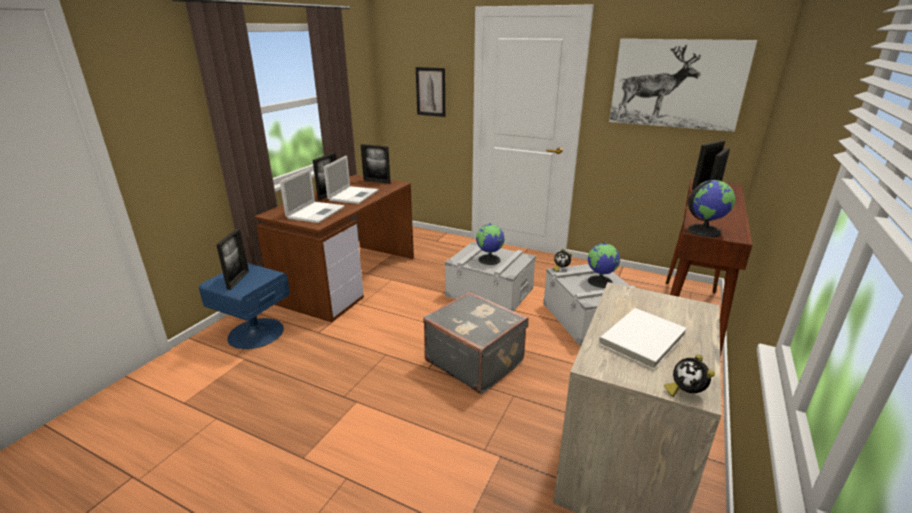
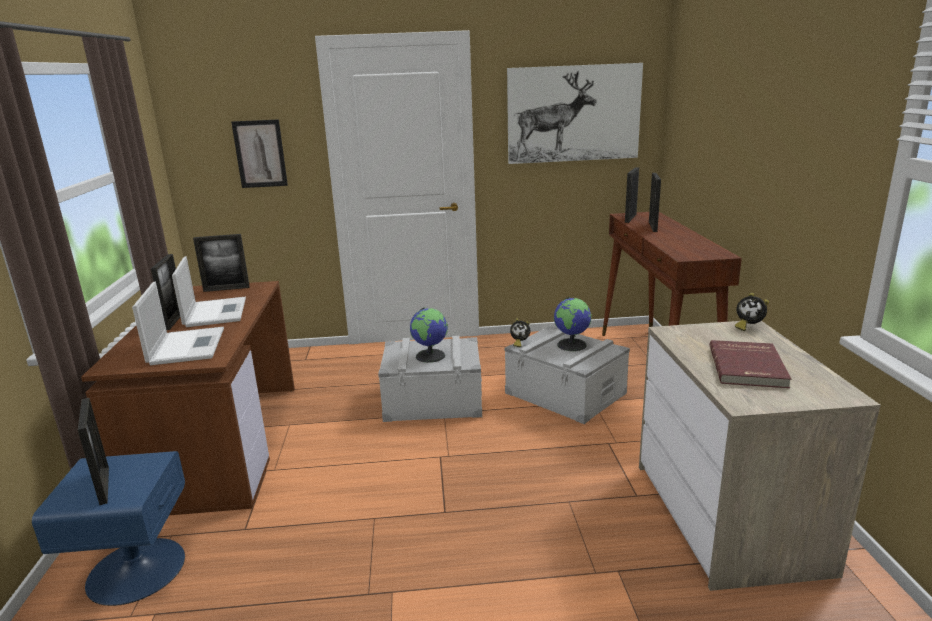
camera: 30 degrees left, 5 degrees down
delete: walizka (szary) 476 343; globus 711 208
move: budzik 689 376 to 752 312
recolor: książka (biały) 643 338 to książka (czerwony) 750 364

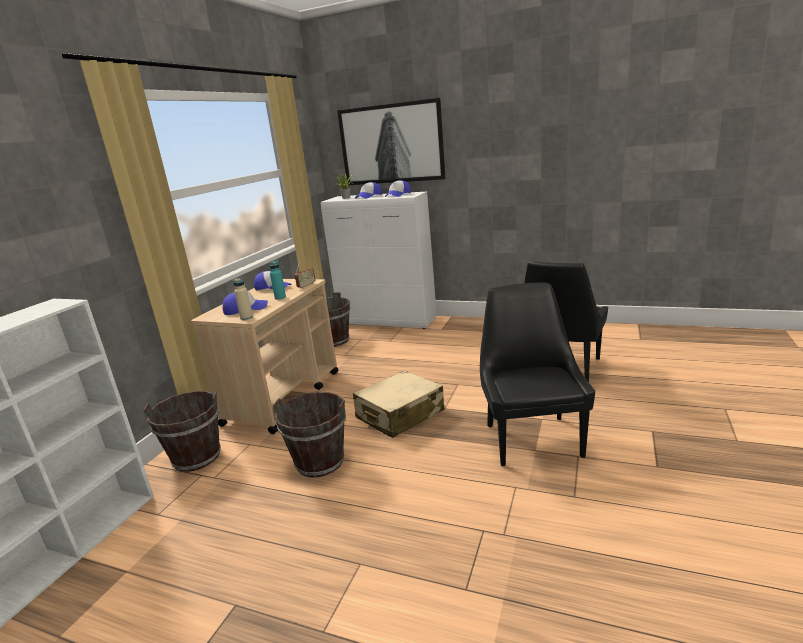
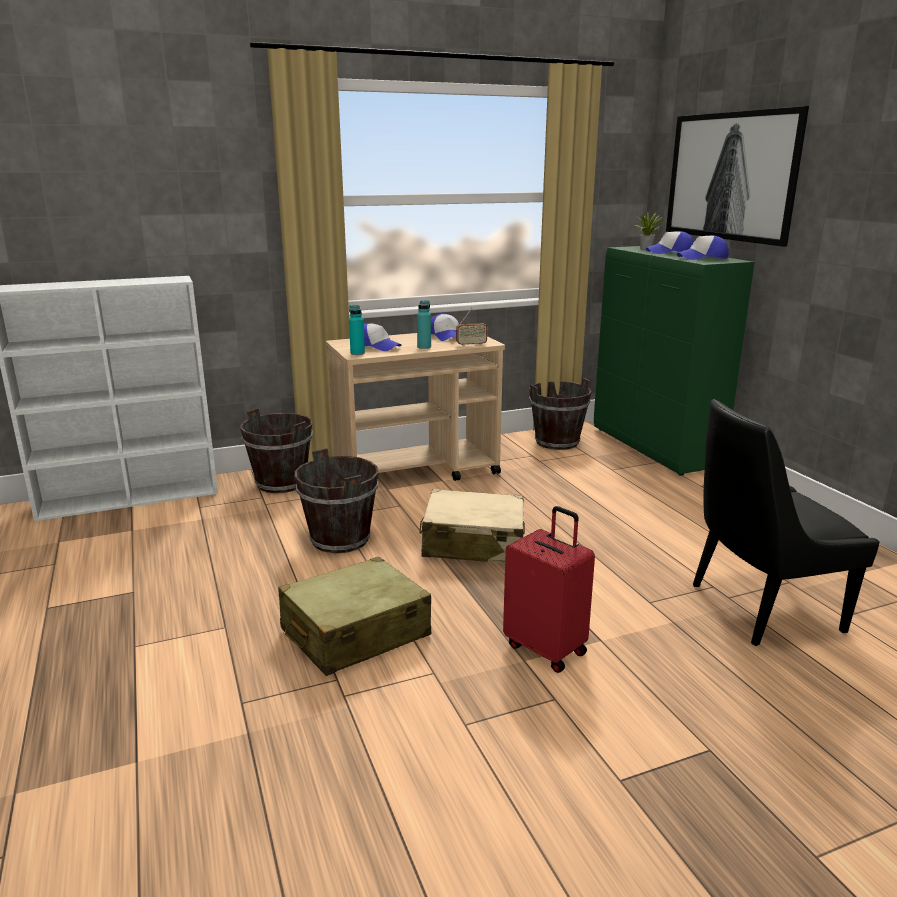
camera: 45 degrees right, 0 degrees up
insert: walizka (beżowy) 354 616
replace: krzesło (czarny) 537 374 to walizka (czerwony) 549 589
recolor: butelka (beżowy) 243 299 to butelka (turkusowy) 357 330; szafka (biały) 379 260 to szafka (zielony) 674 361

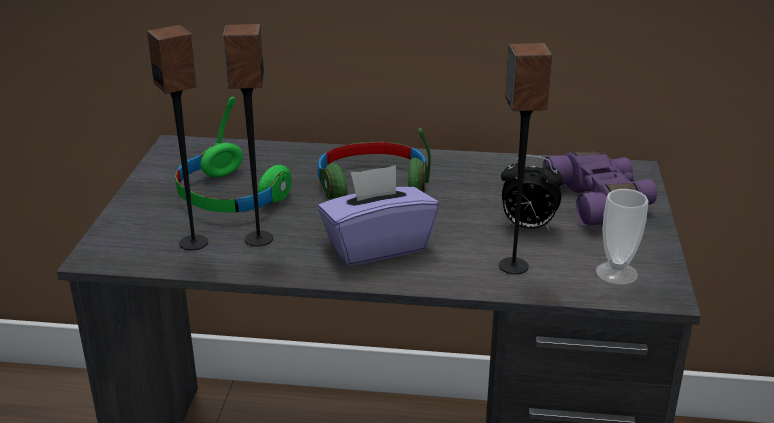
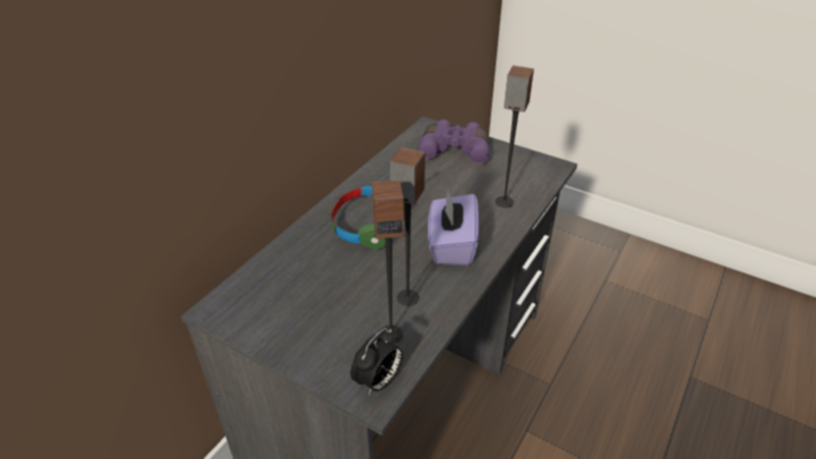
camera: 65 degrees left, 10 degrees up
delete: słuchawki (zielony) 233 155; filiżanka 622 237
move: budzik 532 193 to 376 361

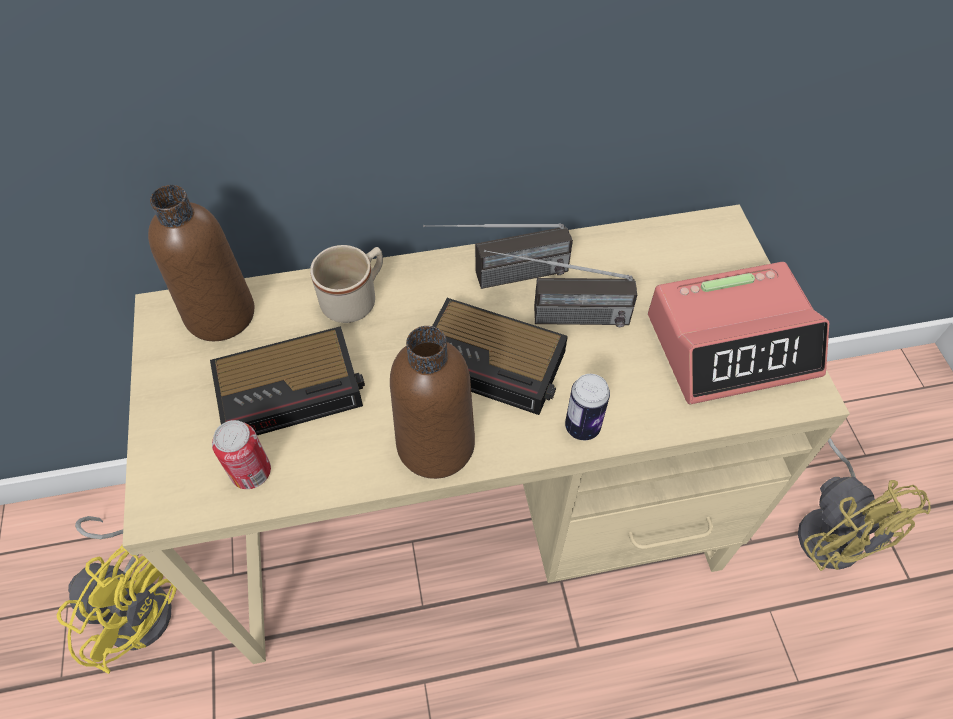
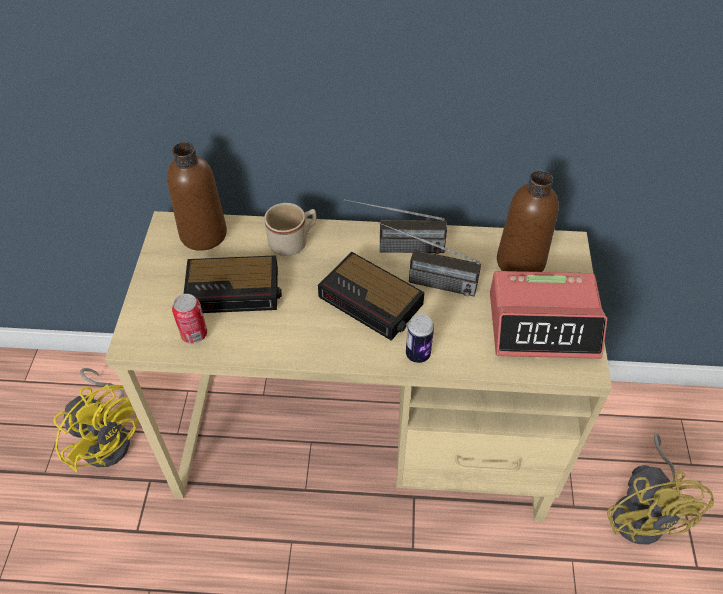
camera: 15 degrees right, 5 degrees down
move: butelka (brązowy) 432 402 to 528 221

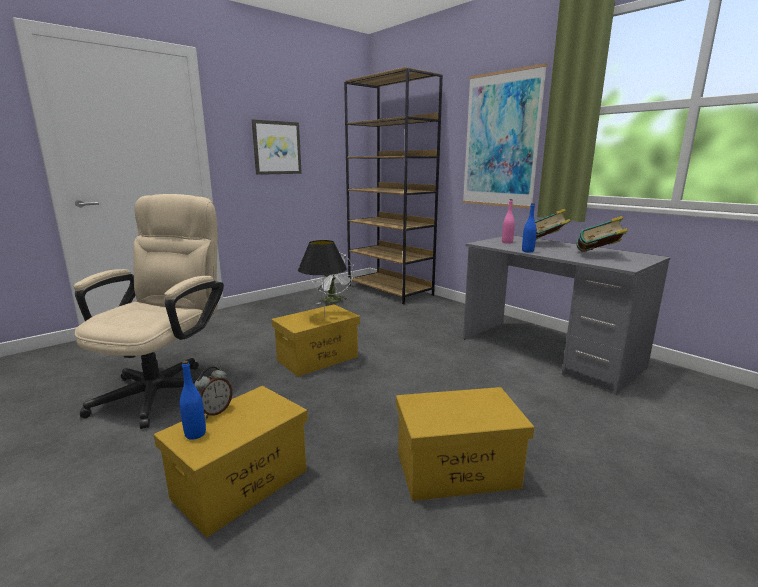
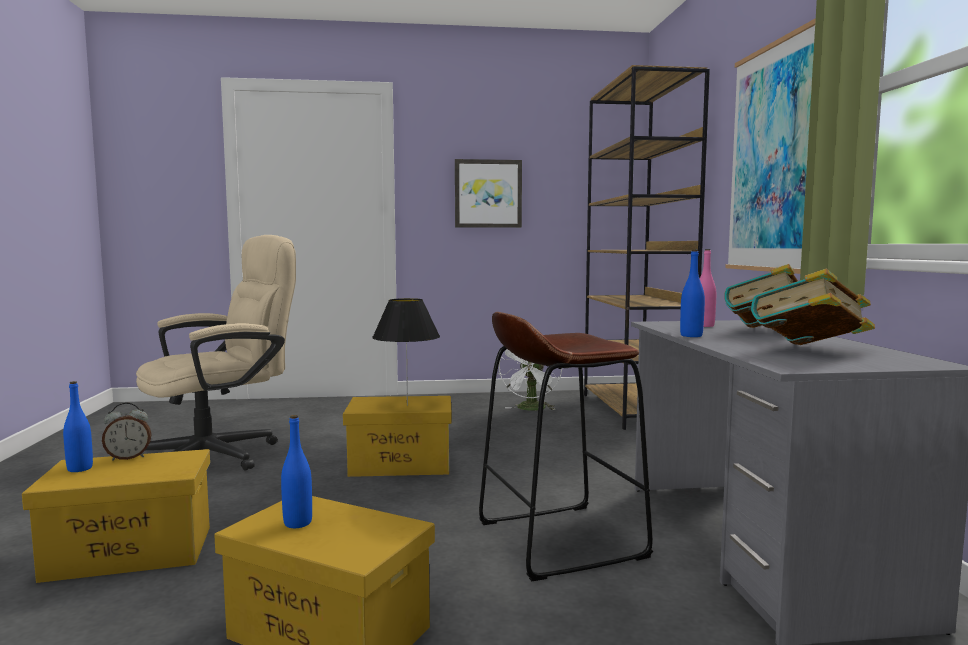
camera: 35 degrees right, 10 degrees down
insert: butelka (niebieski) 296 471; stołek (brązowy) 566 446

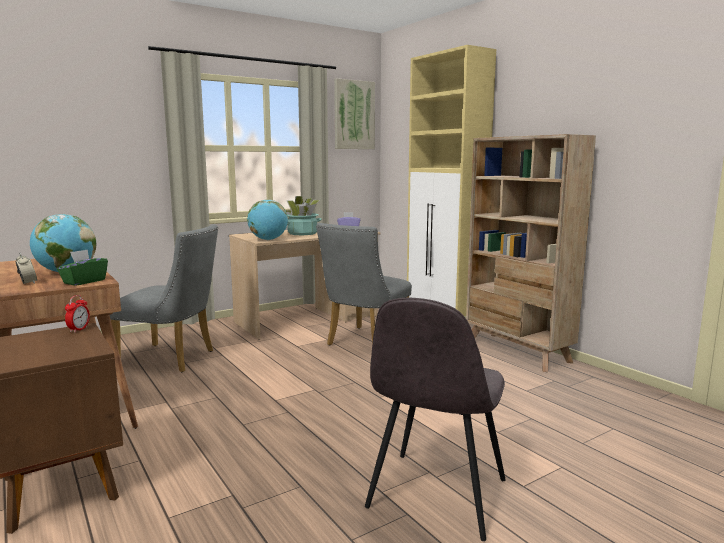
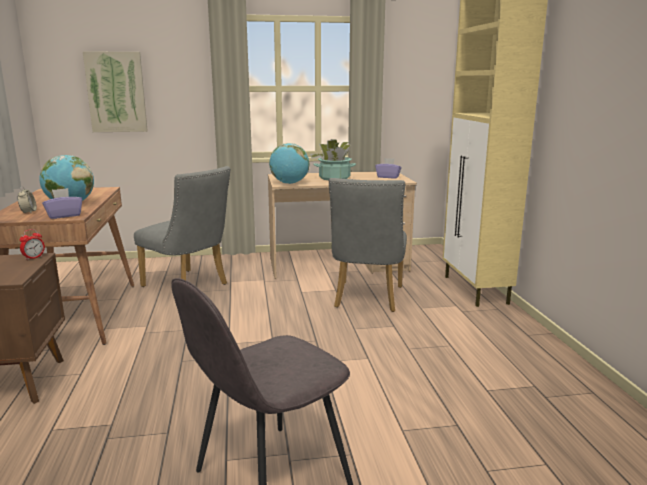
camera: 25 degrees right, 5 degrees up
delete: regał (beżowy) 531 253
move: obraz 354 113 to 115 91
recolor: pudełko chusteczek (zielony) 82 267 to pudełko chusteczek (fioletowy) 62 203
rotate: krzesło (szary) 364 284 = 368 245 45 degrees counterclockwise

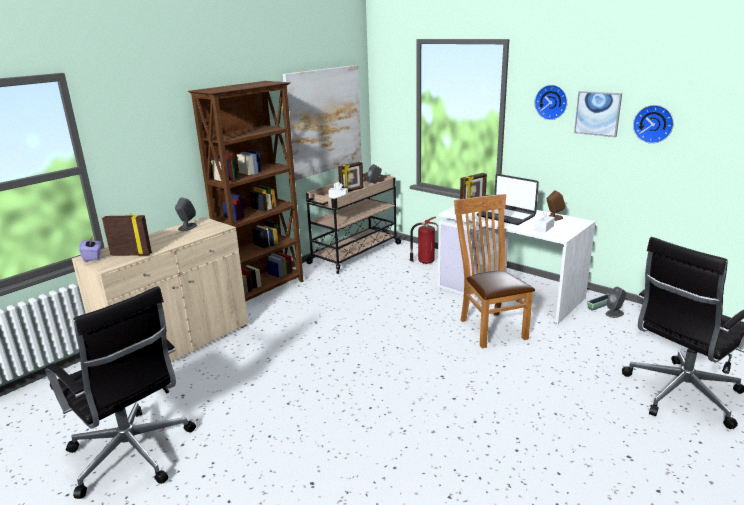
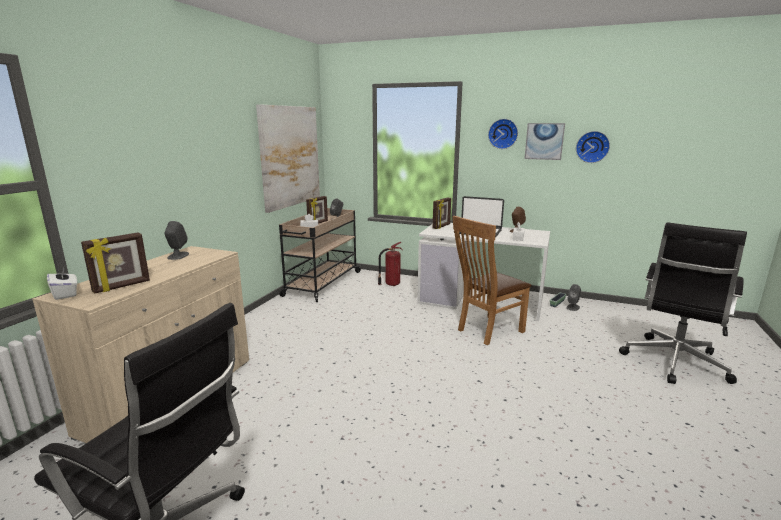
camera: 20 degrees left, 5 degrees down
delete: regał (brązowy) 245 191
recolor: pudełko chusteczek (fioletowy) 90 248 to pudełko chusteczek (biały) 62 282
rotate: ramka na zdjęcie 127 235 = 115 263 150 degrees clockwise; krzesło (brązowy) 494 271 = 492 280 90 degrees counterclockwise

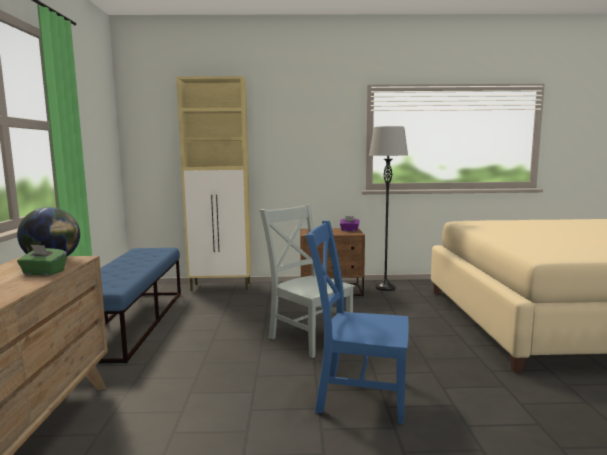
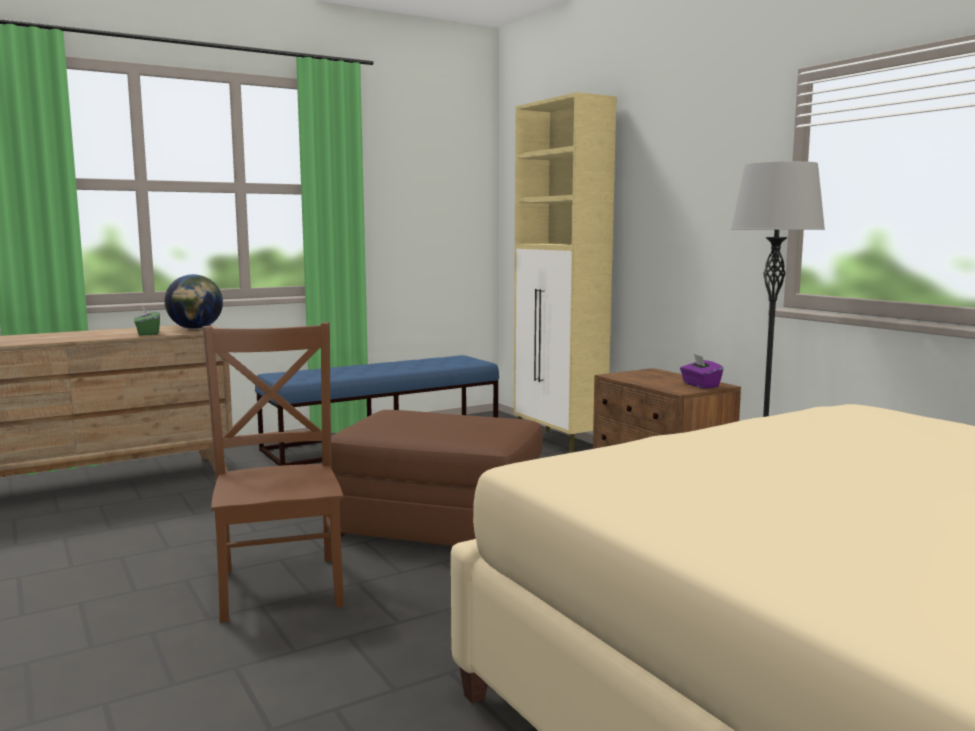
camera: 60 degrees right, 0 degrees up
replace: krzesło (szary) 307 281 to pufa (brązowy) 437 478
recolor: krzesło (niebieski) 357 322 to krzesło (brązowy) 273 472

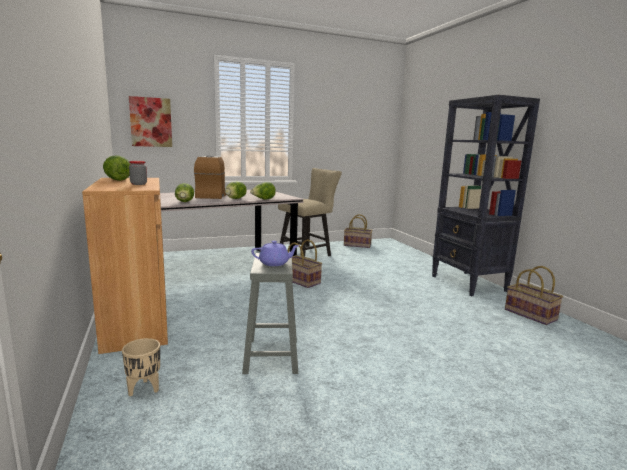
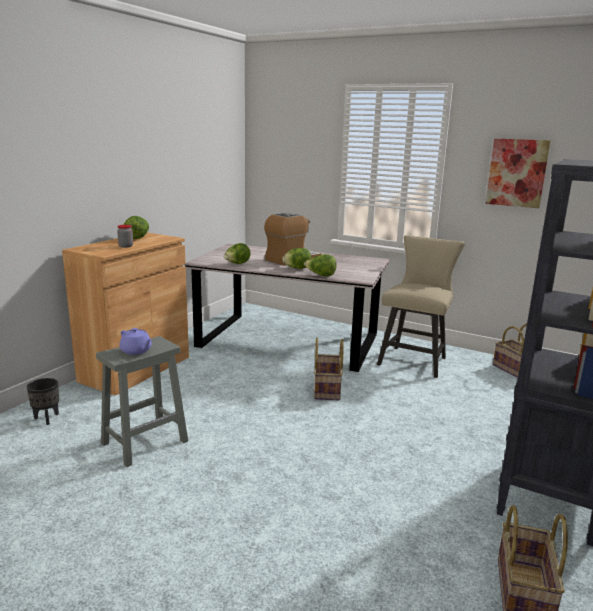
camera: 50 degrees right, 5 degrees up
move: obraz 150 121 to 518 173
recolor: donica (beżowy) 141 367 to donica (czarny) 43 401
rotate: krzesło (beżowy) 310 212 = 421 306 75 degrees counterclockwise

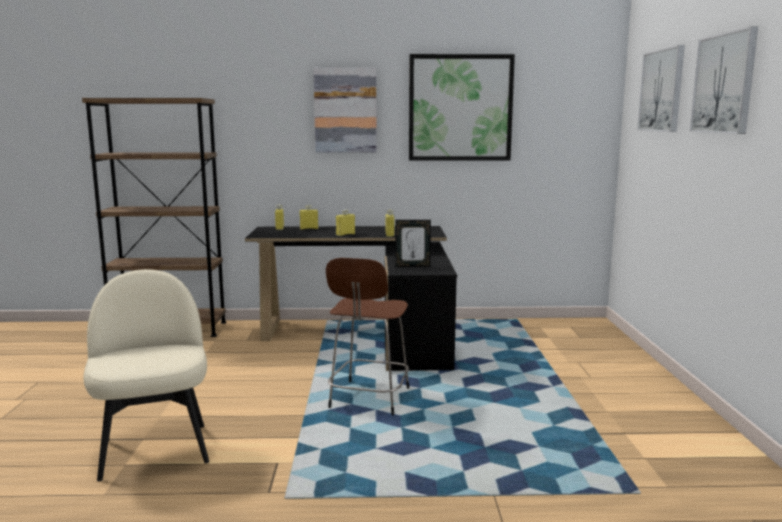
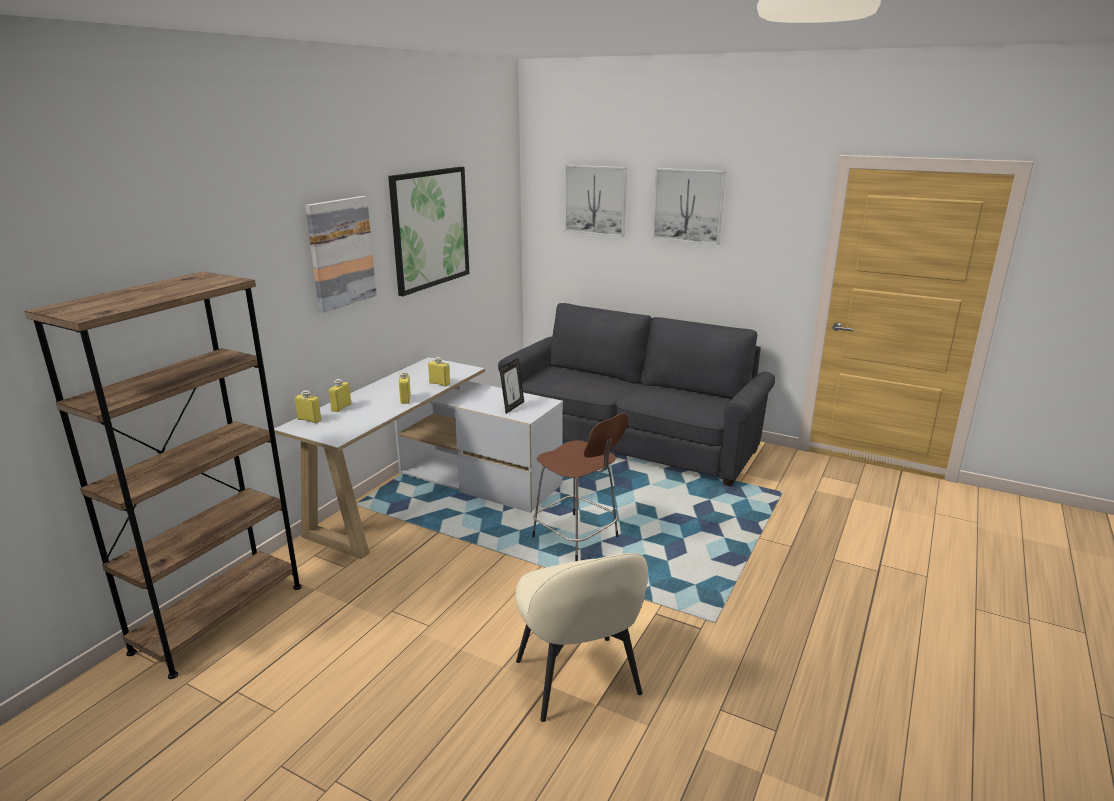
camera: 60 degrees left, 10 degrees up
insert: kanapa (szary) 636 395
recolor: biurko (czarny) 351 298 to biurko (biały) 418 458
rotate: krzesło (beżowy) 146 375 = 581 637 120 degrees counterclockwise

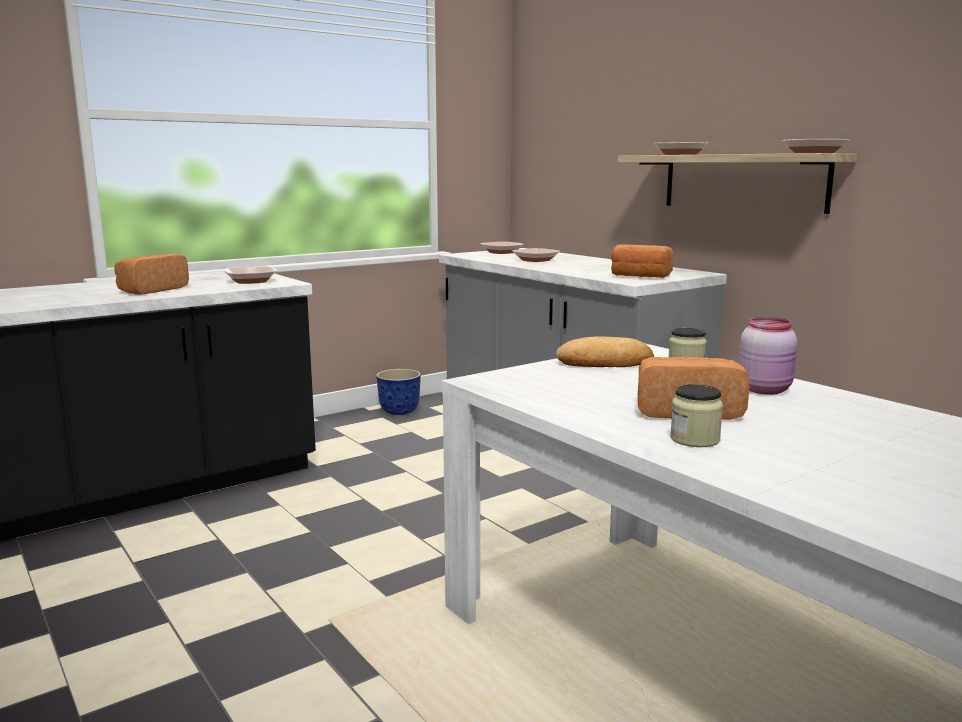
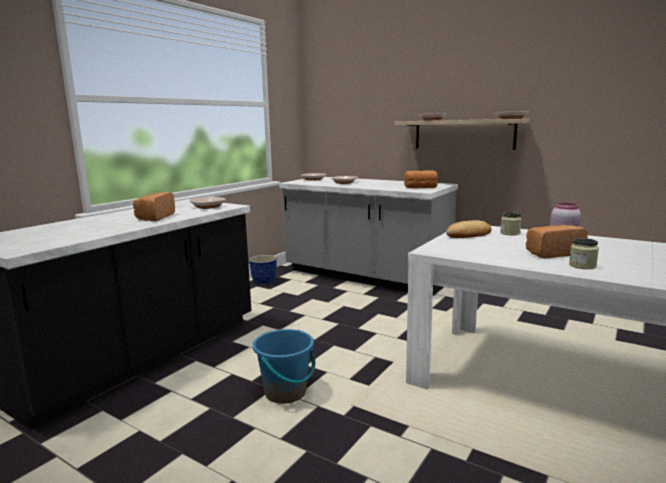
camera: 20 degrees left, 0 degrees up
insert: wiadro (niebieski) 284 366

